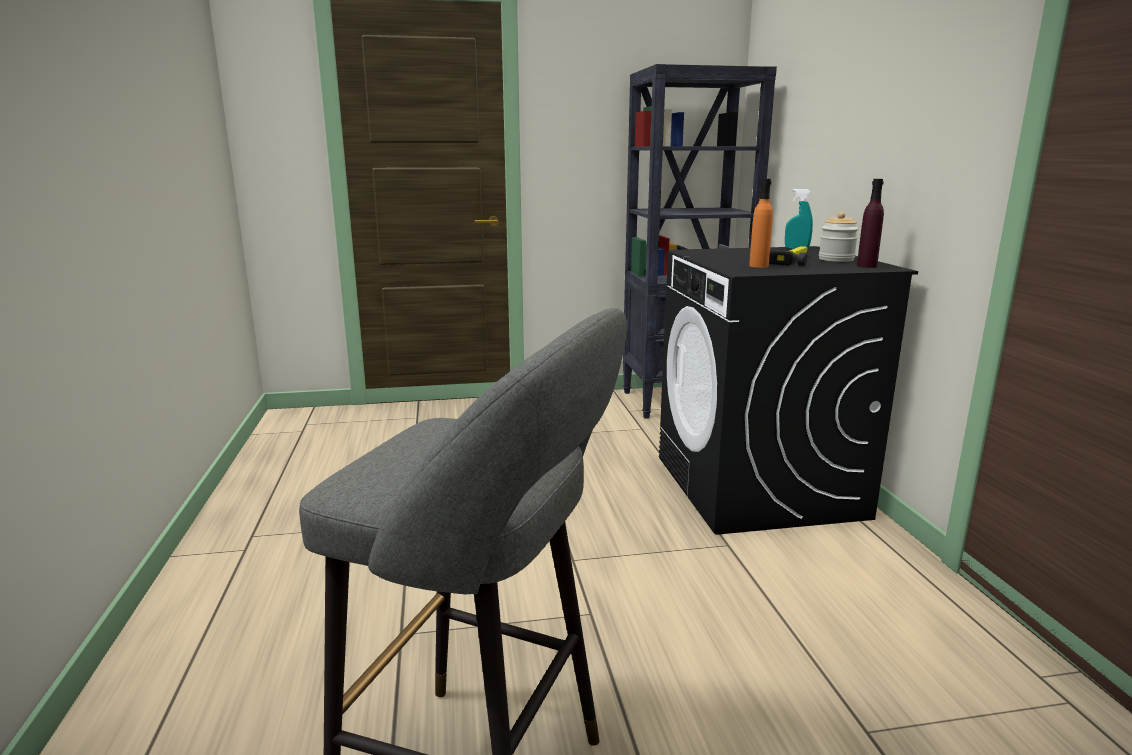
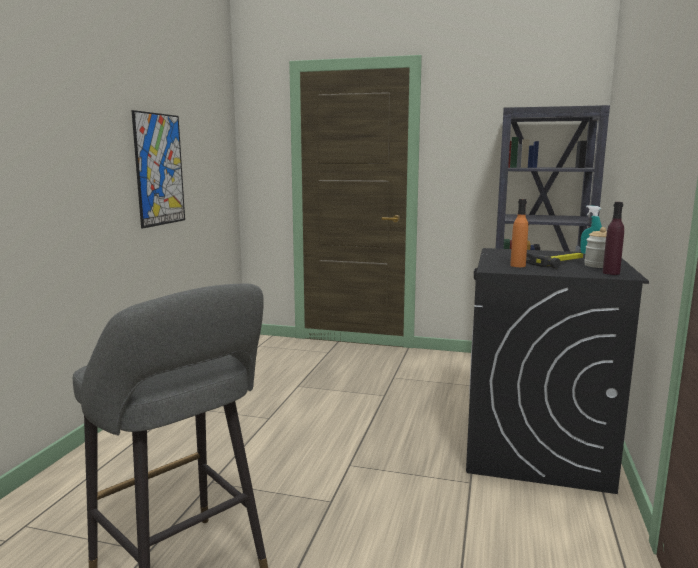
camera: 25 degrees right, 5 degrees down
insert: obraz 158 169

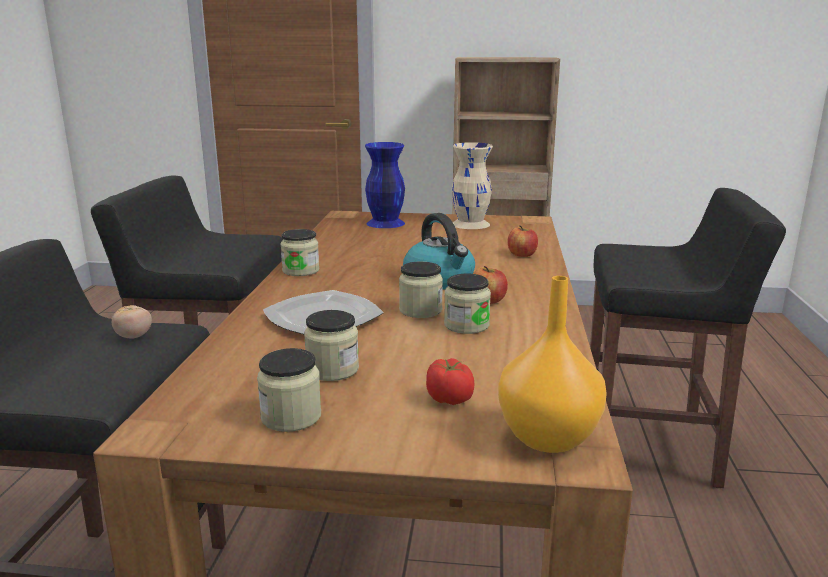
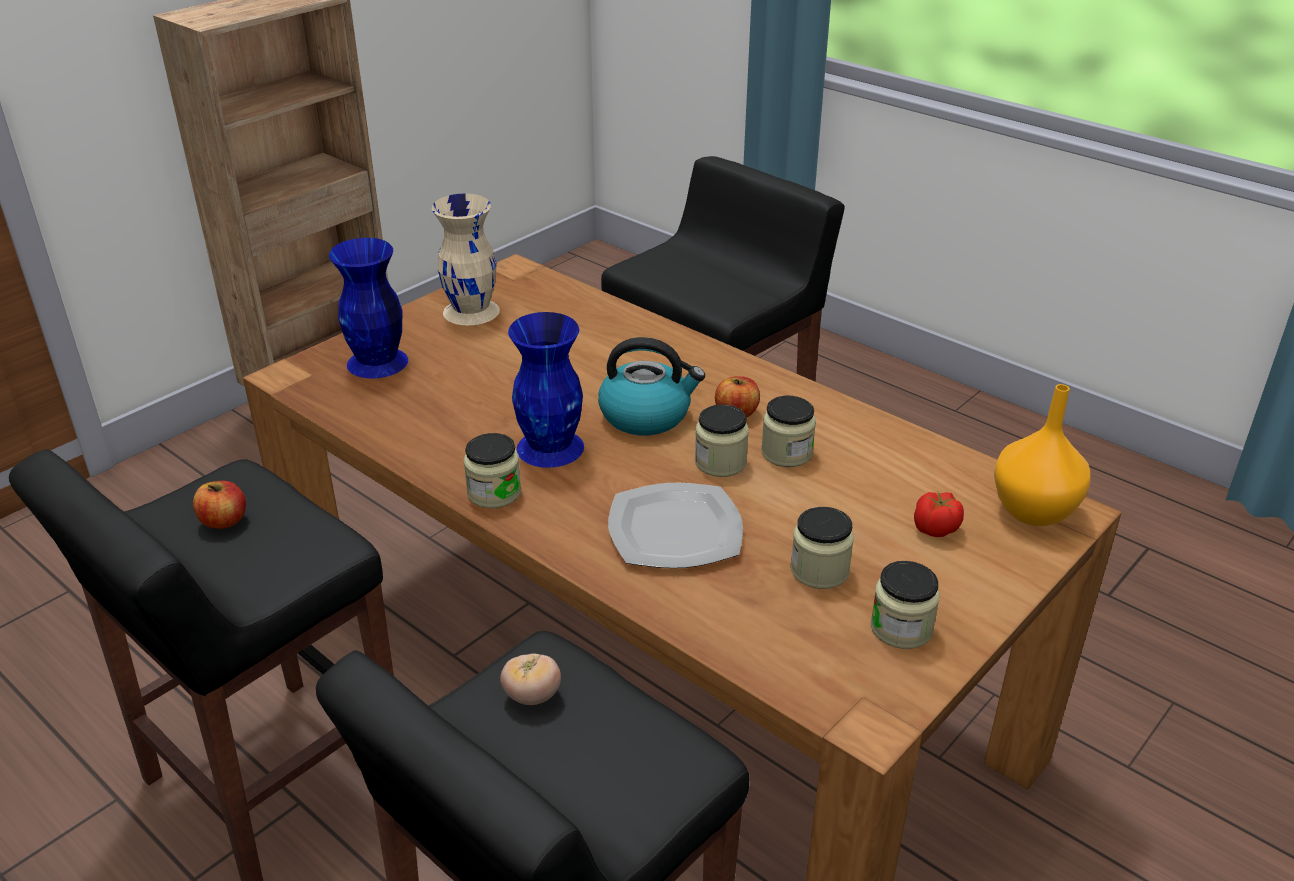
camera: 55 degrees left, 15 degrees up
insert: wazon (niebieski) 546 390
move: jabłko 522 241 to 219 505

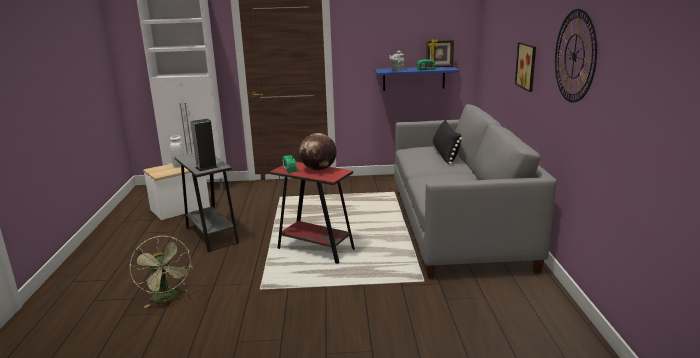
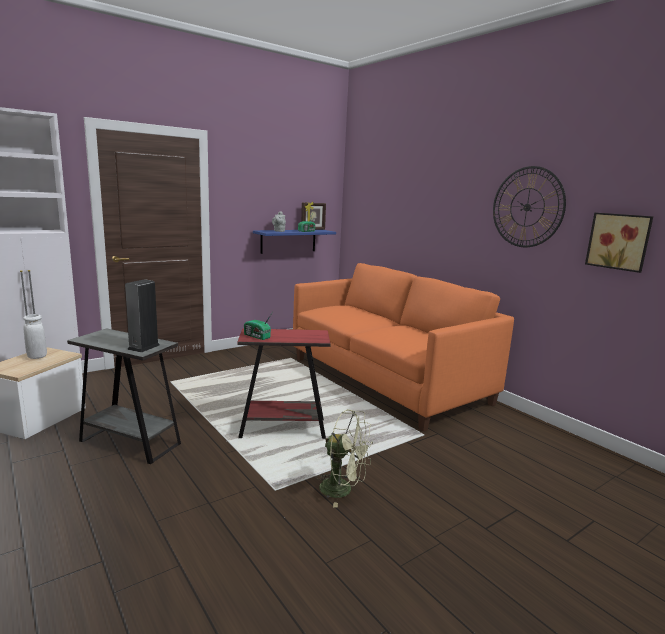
camera: 35 degrees left, 5 degrees down
delete: globus 318 152; poduszka (czarny) 447 142
move: wentylator (zielony) 161 272 to 344 458; obraz 525 67 to 619 243
recolor: kanapa (szary) 475 191 to kanapa (pomarańczowy) 403 347

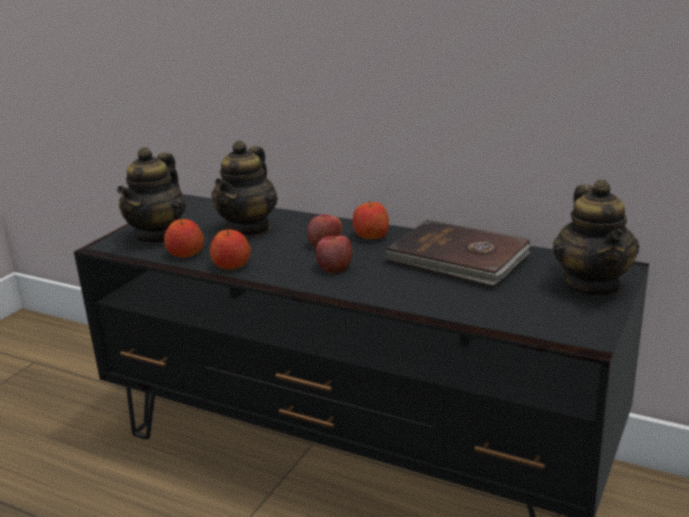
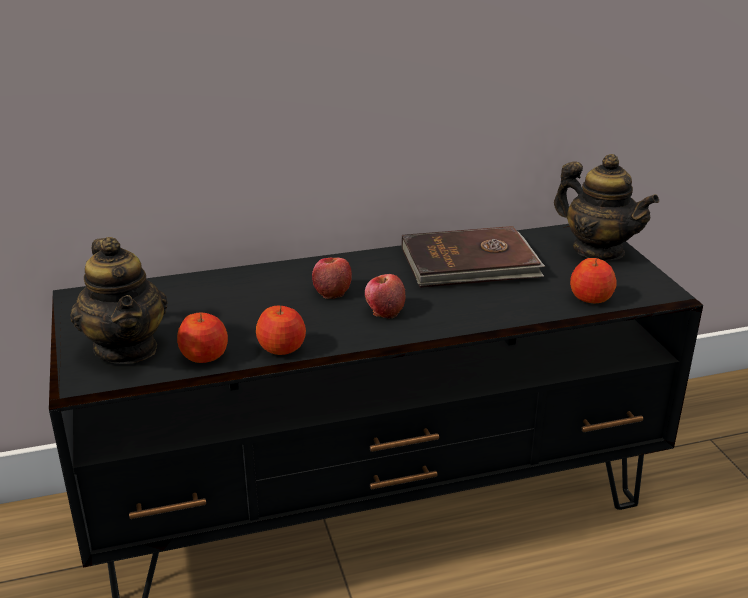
camera: 45 degrees left, 5 degrees up
delete: imbryk 245 188
move: jabłko 371 220 to 593 280

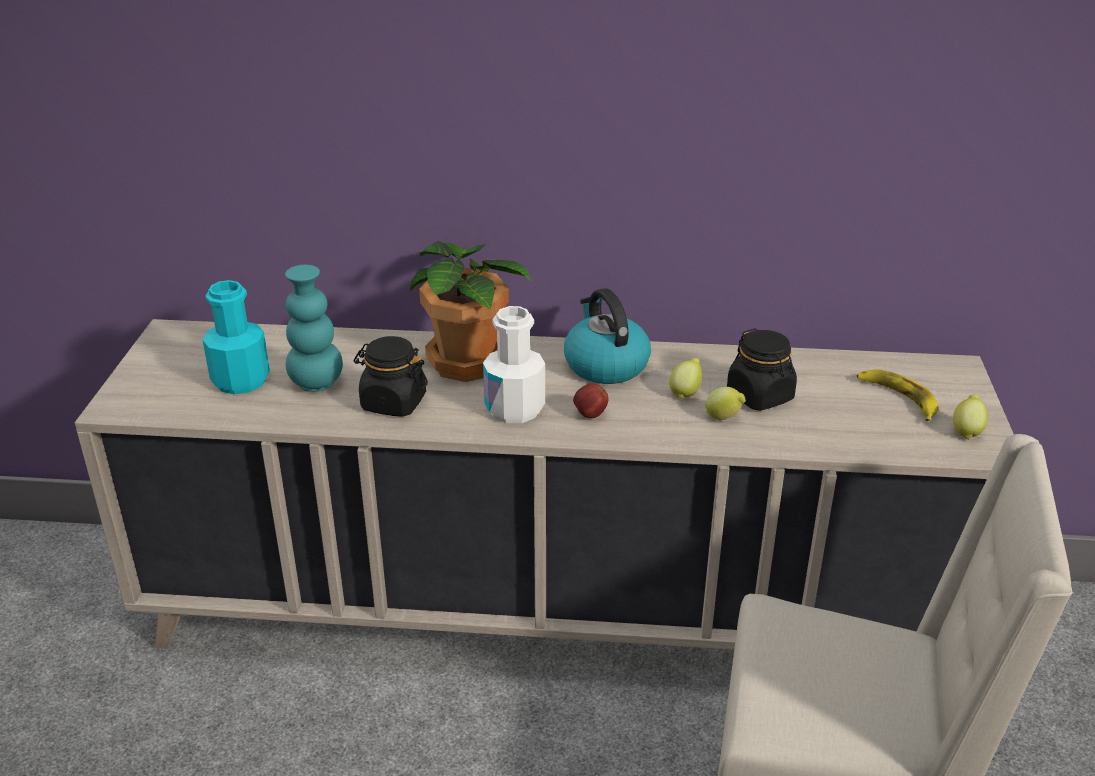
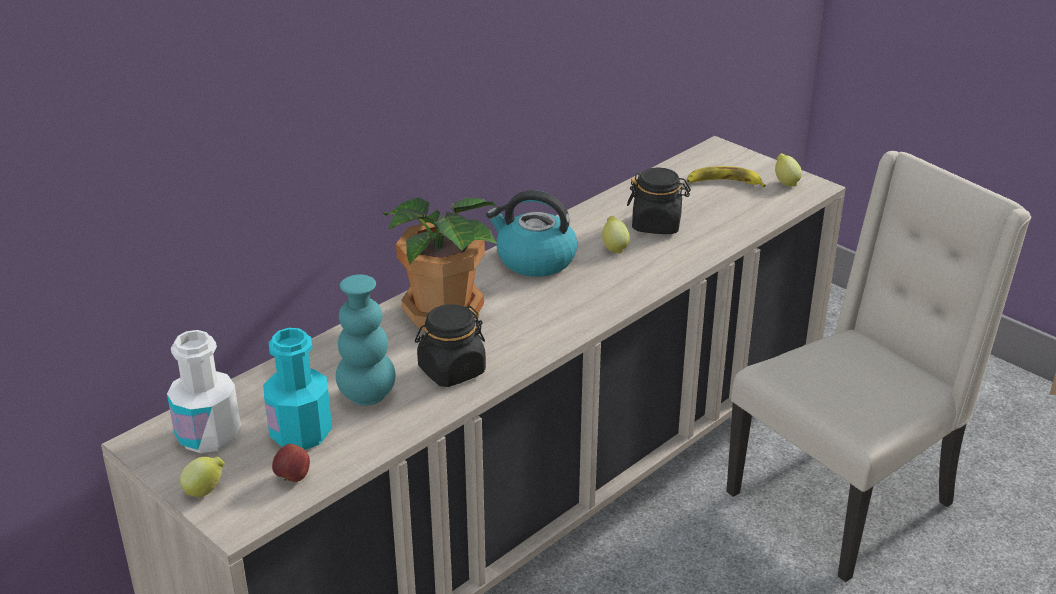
camera: 50 degrees left, 0 degrees up
move: butelka (biały) 514 364 to 204 391; cytryna 725 403 to 202 477; jabłko 590 401 to 291 463

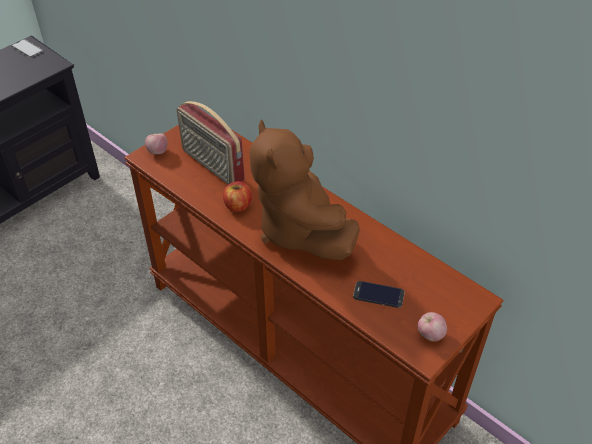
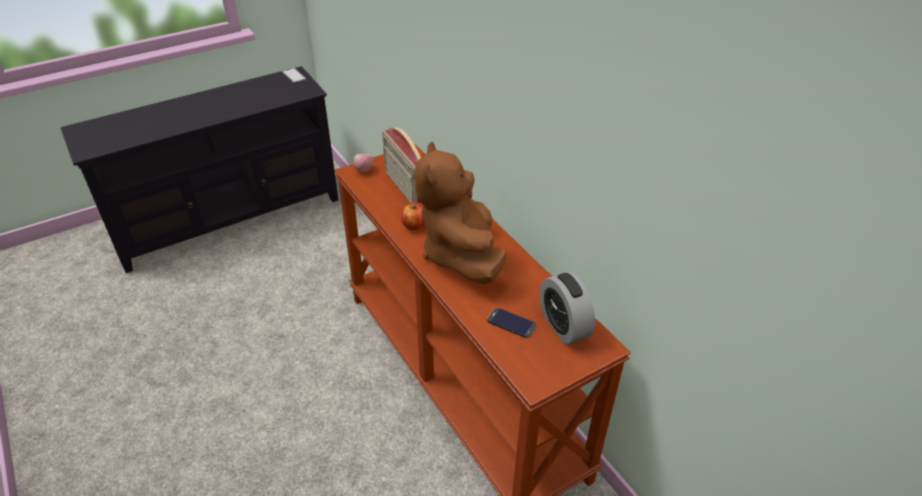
camera: 15 degrees right, 5 degrees down
delete: jabłko 432 326
insert: budzik 567 308

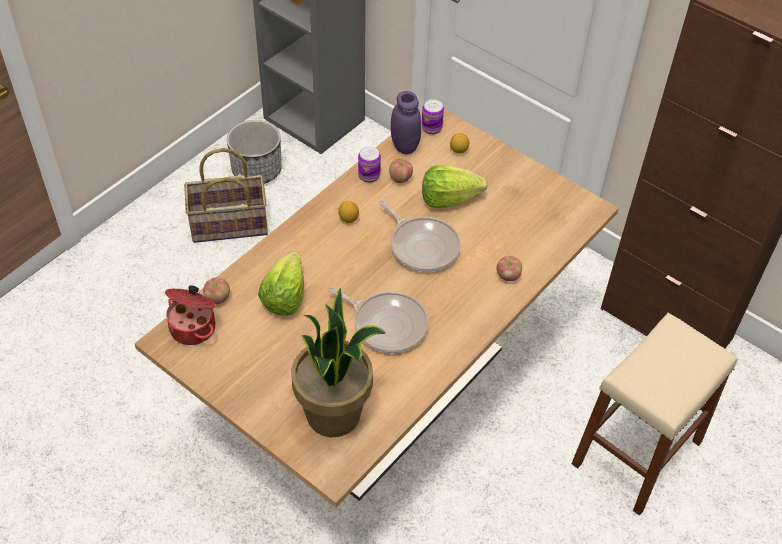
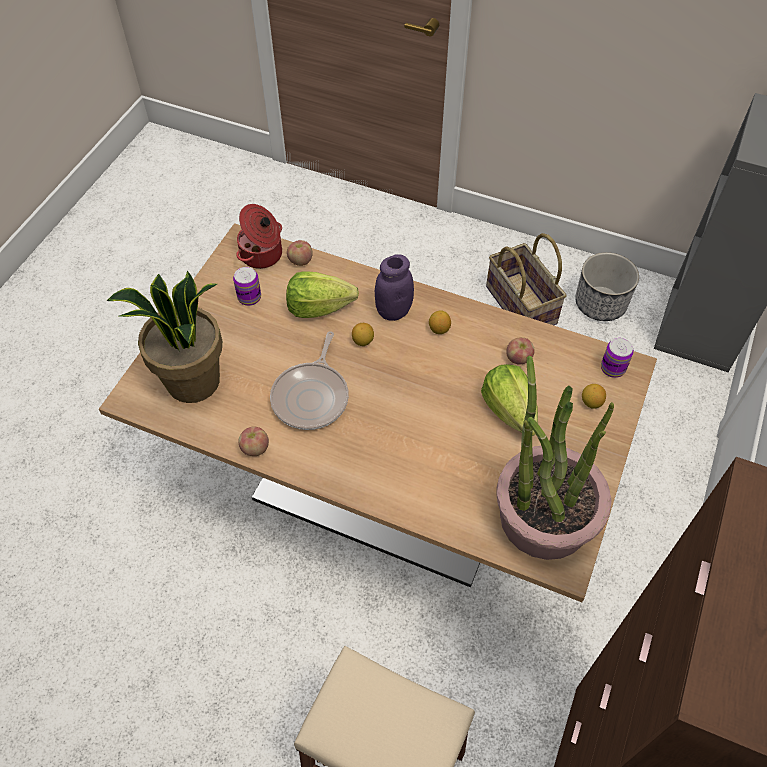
camera: 75 degrees right, 5 degrees up
delete: patelnia 420 236
insert: cytryna 363 334; roślina doniczkowa 555 457
move: puszka 369 165 to 247 286; jabłko 509 268 to 254 441; słoik (fioletowy) 406 122 to 394 287

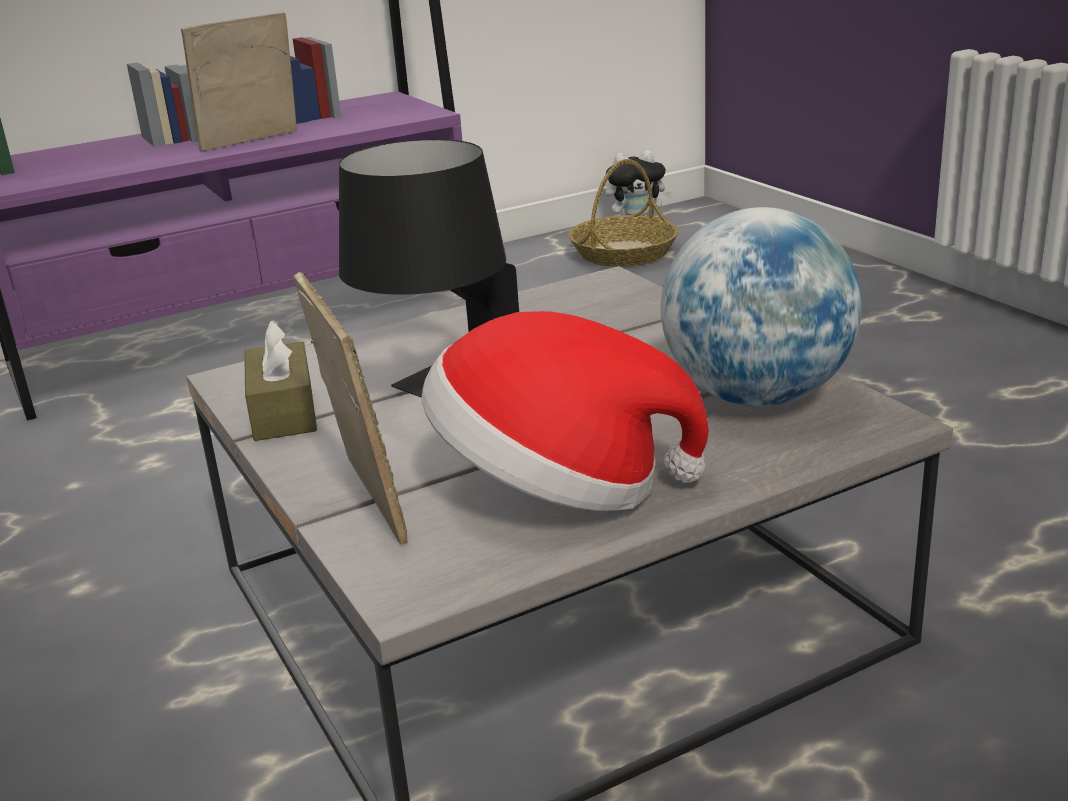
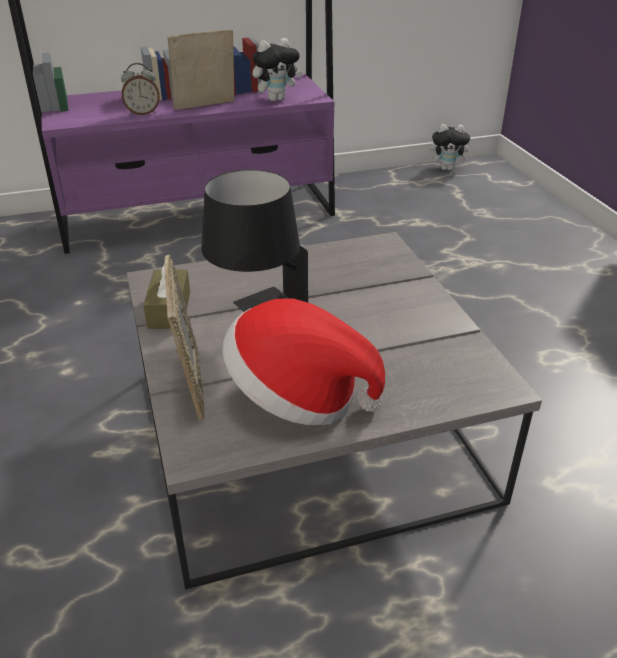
camera: 10 degrees right, 10 degrees up
delete: koszyk 623 213; globus 761 307
insert: budzik 140 89; pluszak 277 69

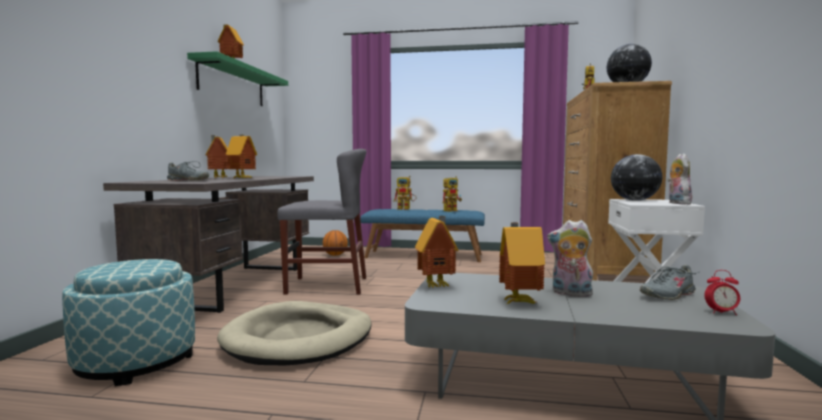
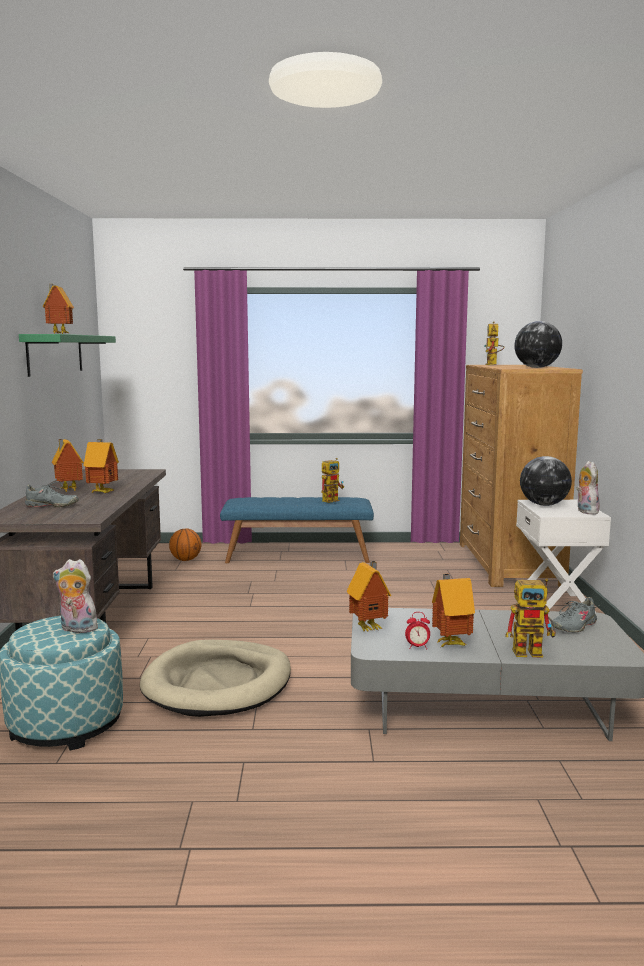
camera: 10 degrees left, 5 degrees up
delete: krzesło (szary) 321 222
move: pluszak 570 258 to 75 596; budzik 722 292 to 417 630; robot zabawkowy 405 193 to 530 617

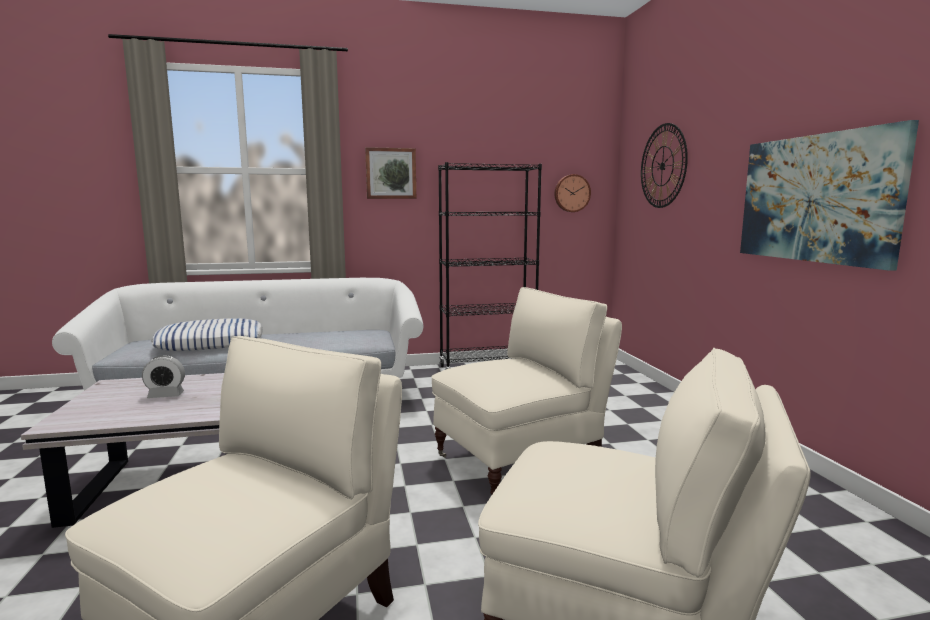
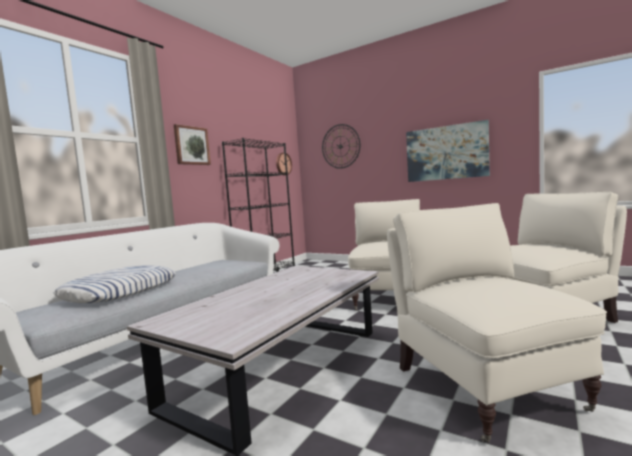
camera: 45 degrees left, 5 degrees down
delete: budzik 163 376

